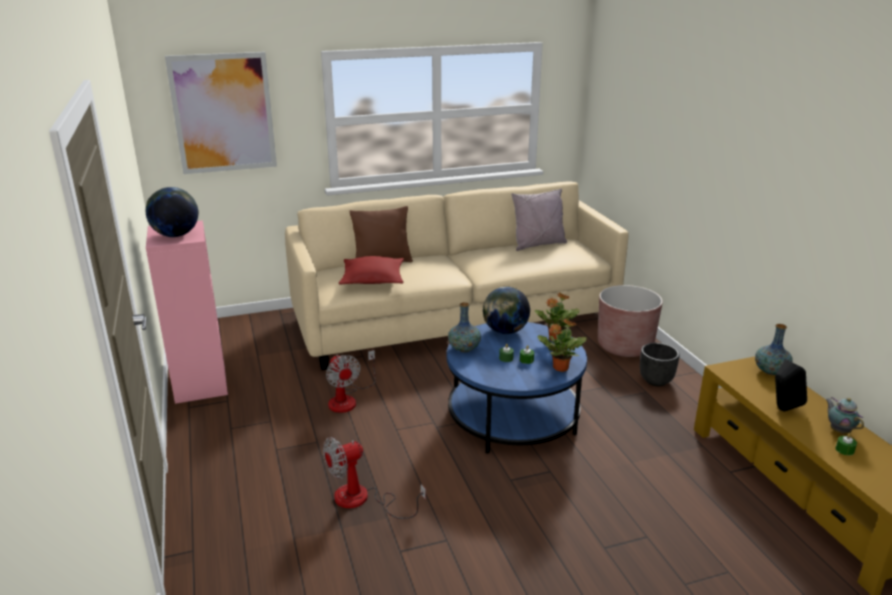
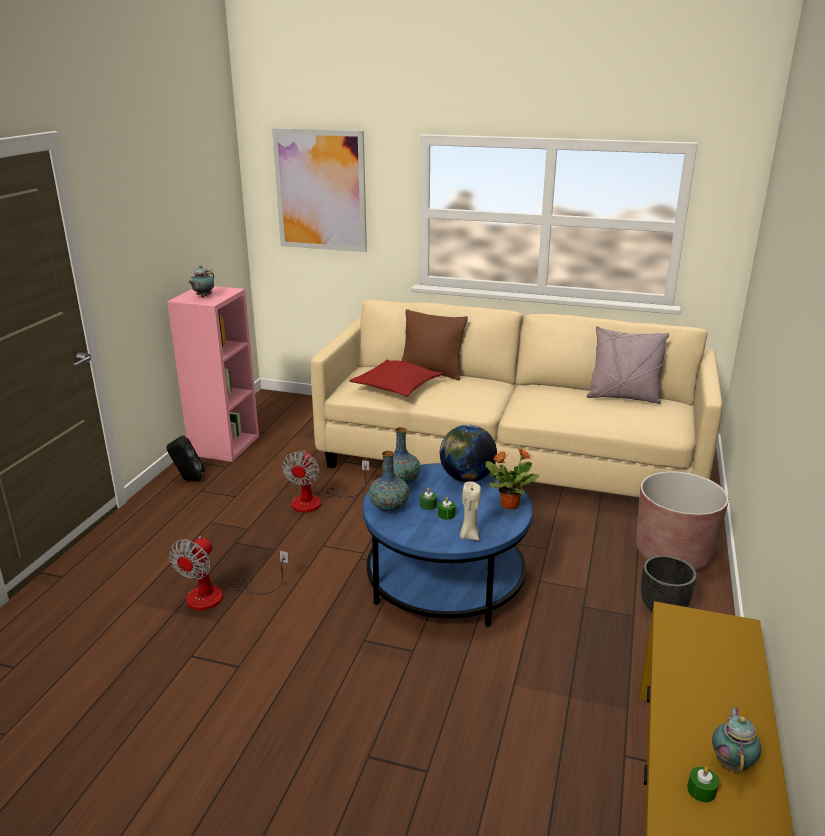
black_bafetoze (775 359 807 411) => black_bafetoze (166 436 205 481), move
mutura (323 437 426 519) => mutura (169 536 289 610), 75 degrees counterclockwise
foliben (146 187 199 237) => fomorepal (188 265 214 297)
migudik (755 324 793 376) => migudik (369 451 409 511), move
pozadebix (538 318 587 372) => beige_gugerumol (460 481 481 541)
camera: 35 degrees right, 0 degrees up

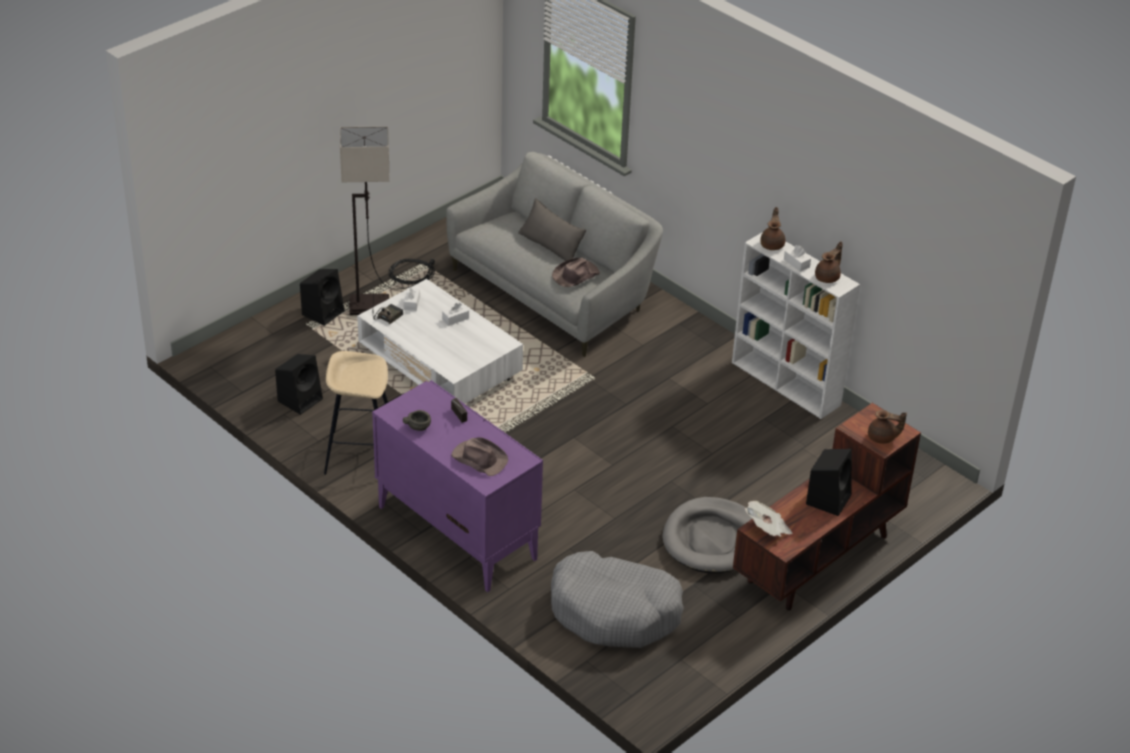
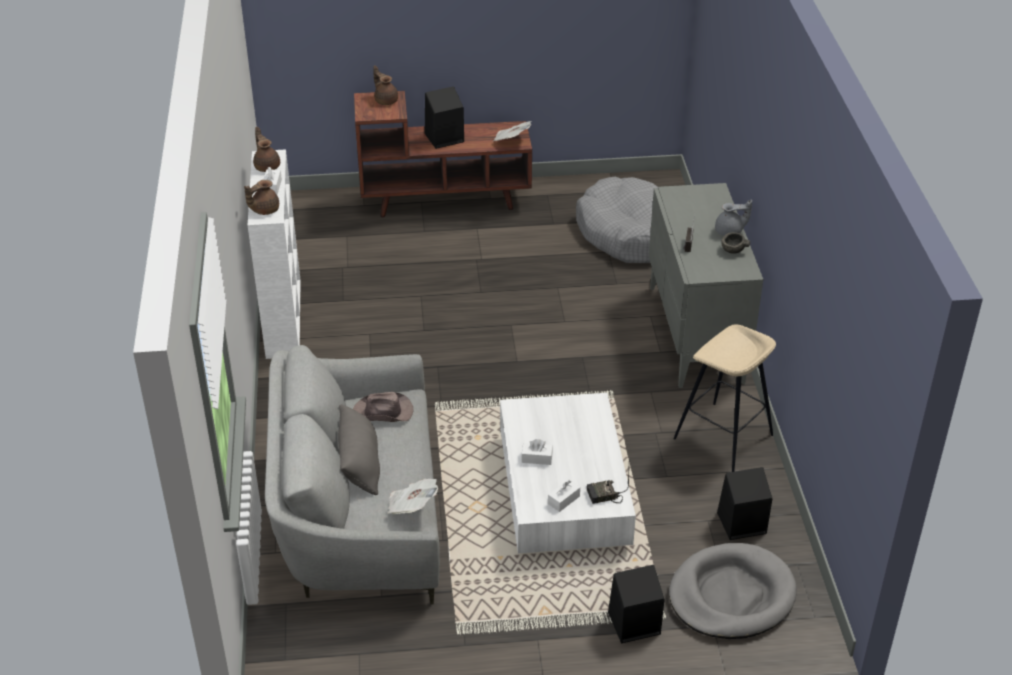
brown_fomorepal (815 242 843 283) => brown_fomorepal (253 127 280 172), 75 degrees clockwise
nothing => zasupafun (387 479 438 514)
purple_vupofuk (372 380 543 592) => grey_vupofuk (649 183 763 388)
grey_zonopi (662 497 752 573) => grey_zonopi (669 543 797 639), move
nothing => grey_fomorepal (715 199 752 236)
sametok (340 126 435 315) => nothing
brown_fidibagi (451 437 508 476) => nothing
camera: 140 degrees left, 0 degrees up

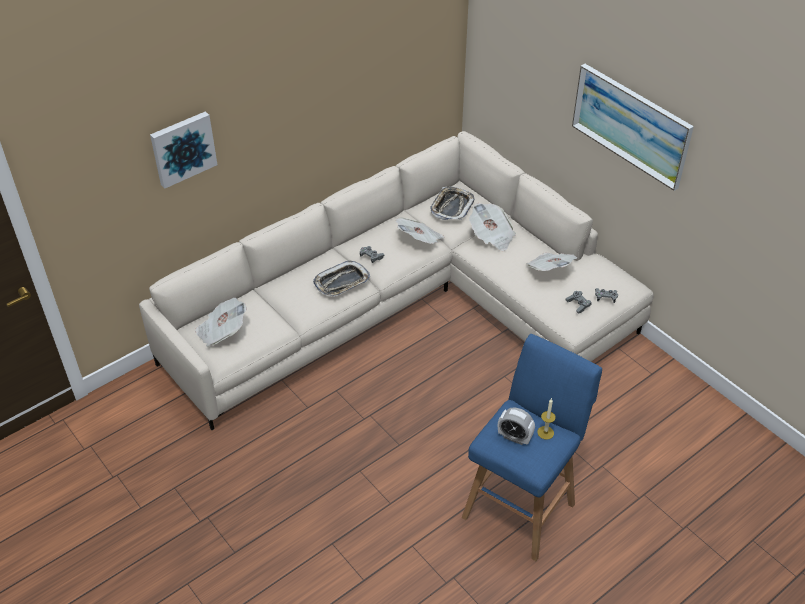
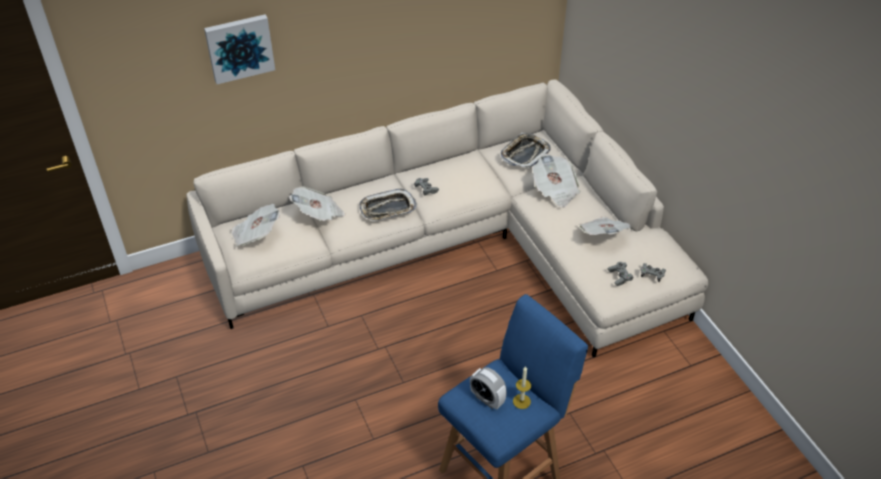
zasupafun (396 217 444 244) => zasupafun (289 186 346 221), move
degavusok (572 64 694 191) => nothing
camera: 15 degrees right, 0 degrees up

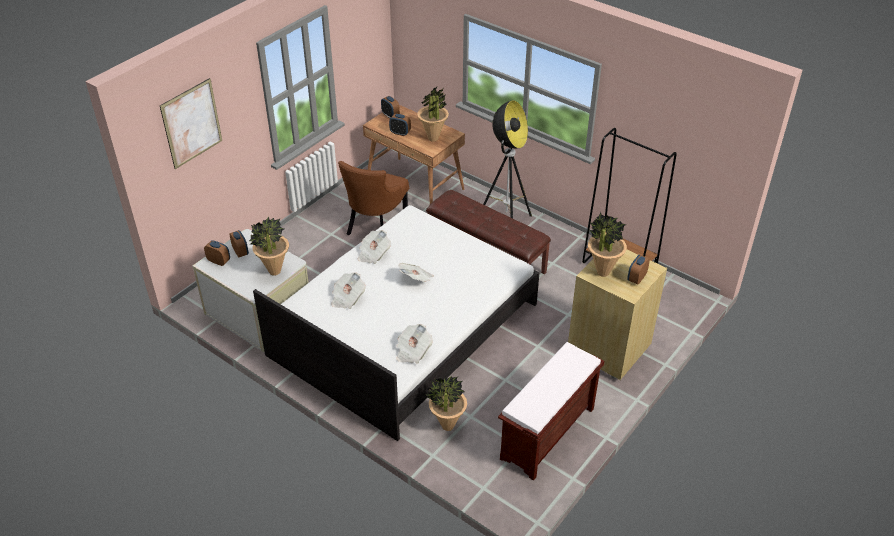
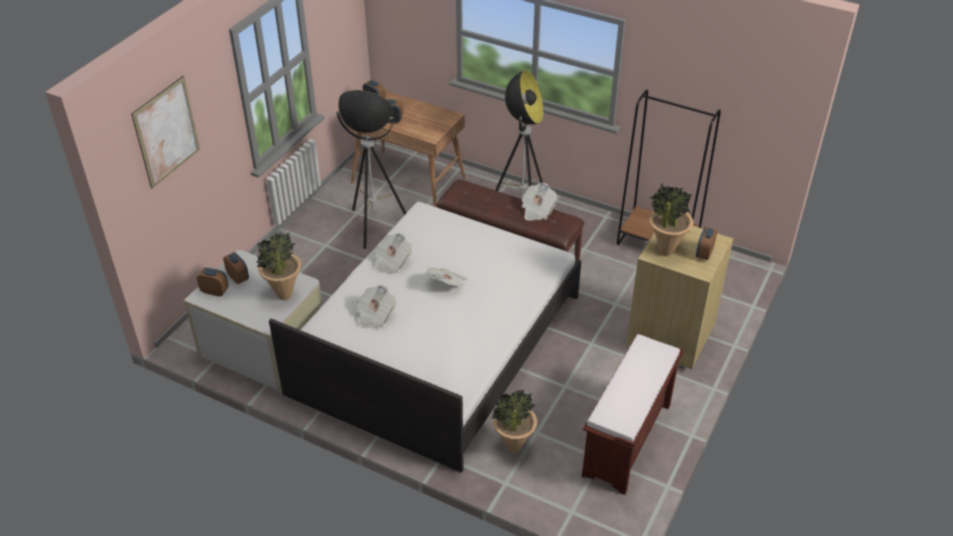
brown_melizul (338 161 409 235) => sametok (336 90 406 249)
zasupafun (397 324 433 364) => zasupafun (522 183 557 221), move
pozadebix (417 87 449 142) => nothing
camera: 10 degrees left, 0 degrees up

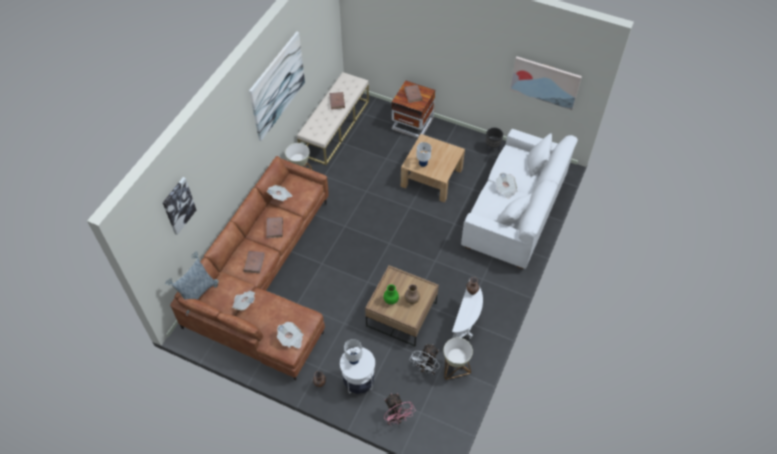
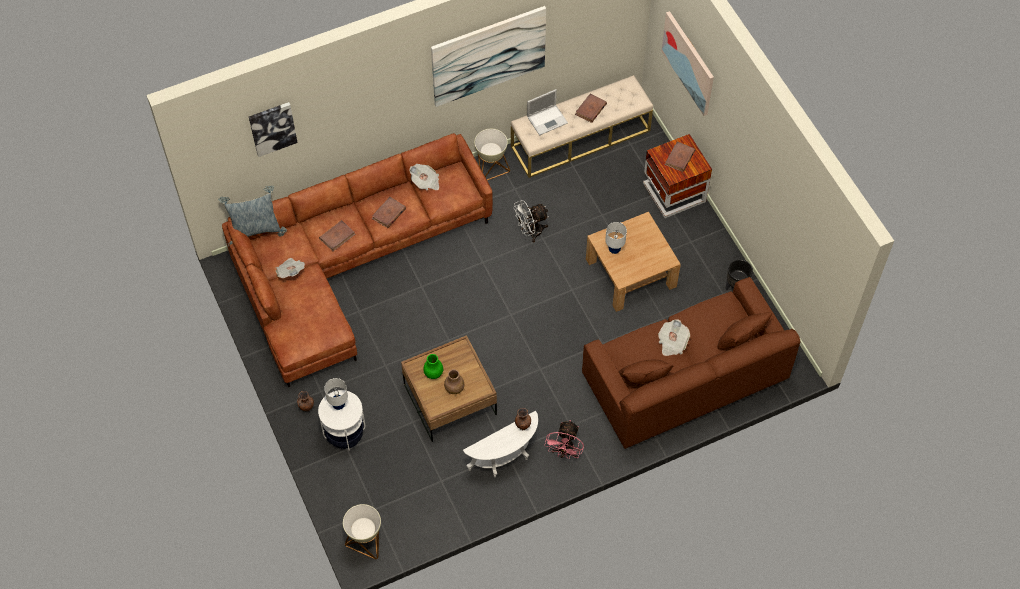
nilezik (443 337 473 380) => nilezik (343 504 381 559), move
white_mutura (409 344 440 375) => white_mutura (513 200 549 242), move
nothing => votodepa (527 89 568 136)
pink_mutura (384 394 415 426) => pink_mutura (544 420 584 459), move
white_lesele (461 129 578 269) => brown_lesele (582 277 800 449)
degavusok (510 56 582 110) => degavusok (661 11 714 116), move
zasupafun (277 322 304 349) => nothing
camera: 40 degrees right, 5 degrees up

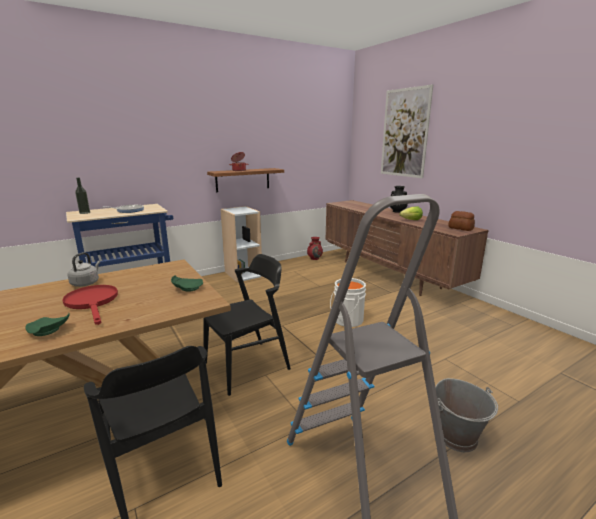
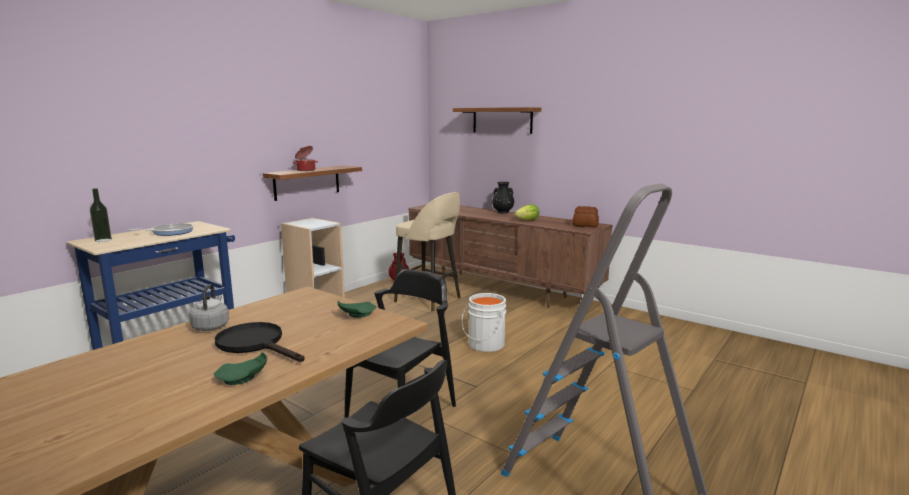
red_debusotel (62 285 118 325) => black_debusotel (215 322 305 362)
nothing => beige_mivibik (394 192 461 312)
degavusok (381 84 433 178) => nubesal (453 107 541 134)
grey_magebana (435 378 498 452) => nothing
camera: 20 degrees left, 5 degrees down

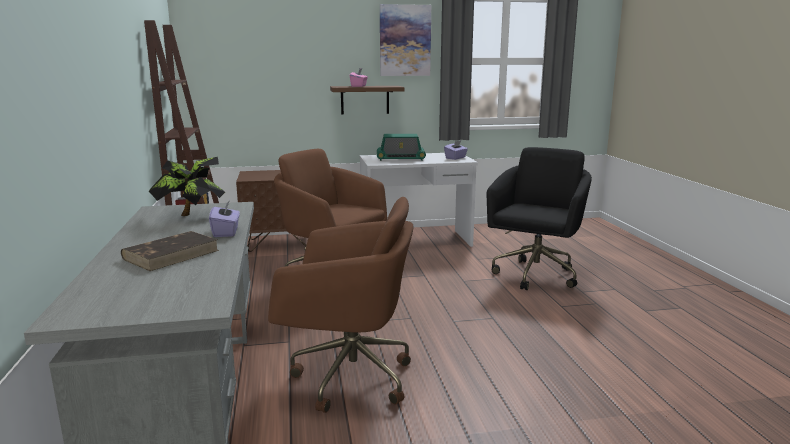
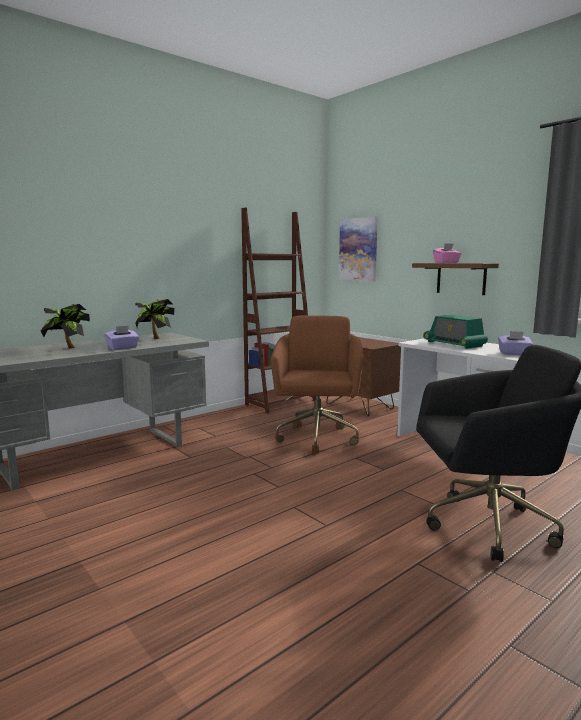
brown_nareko (121 231 219 271) => pozadebix (41 304 90 348)
degavusok (380 4 431 76) => degavusok (339 216 378 282), move
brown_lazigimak (268 197 413 413) => nothing
camera: 60 degrees right, 5 degrees down

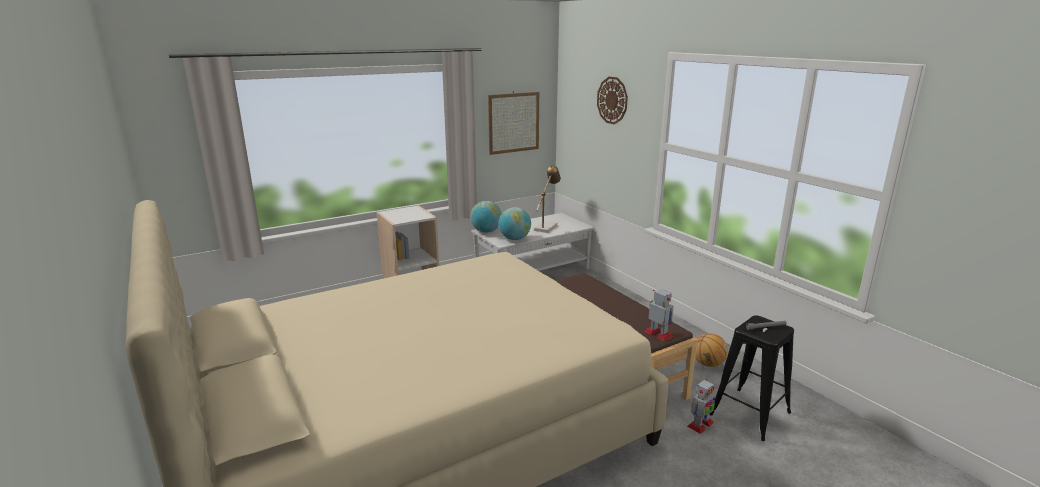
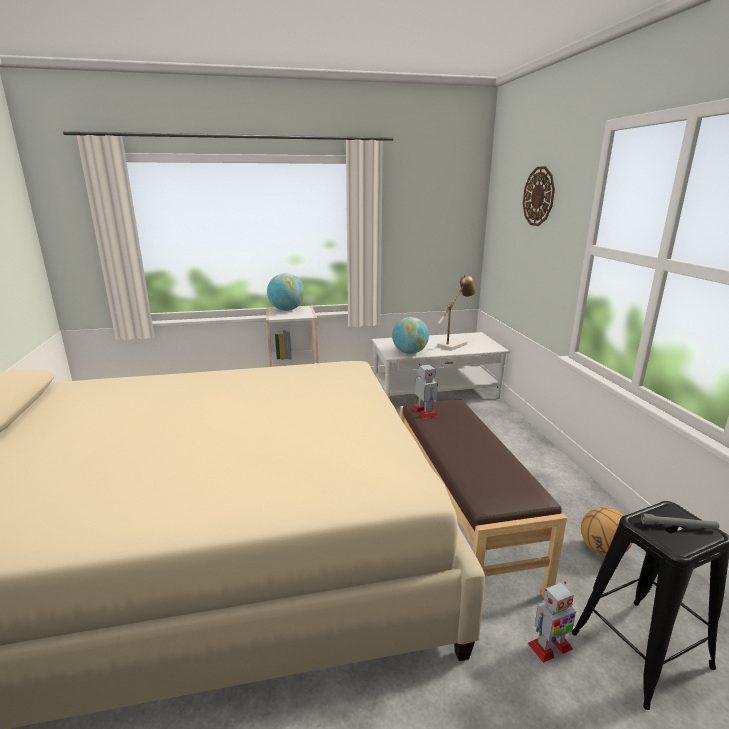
foliben (470 201 502 233) => foliben (267 273 305 311), move
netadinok (644 289 674 341) => netadinok (413 364 438 419), move
degavusok (488 91 539 155) => nothing
camera: 20 degrees right, 0 degrees up

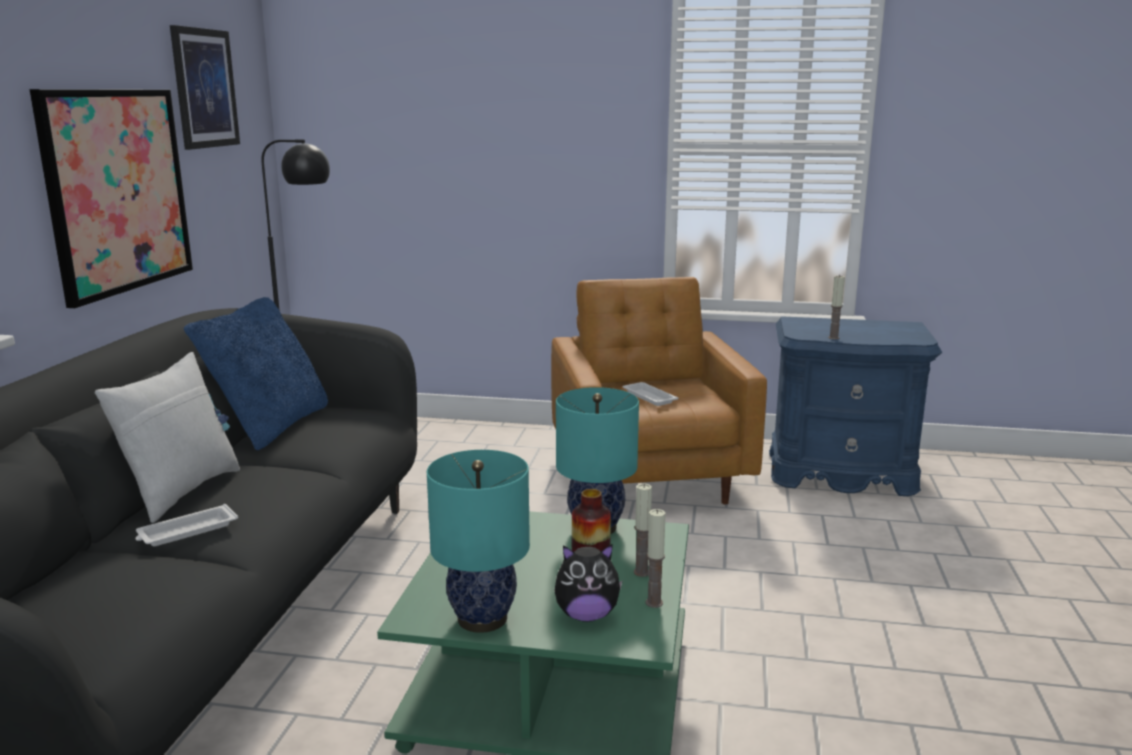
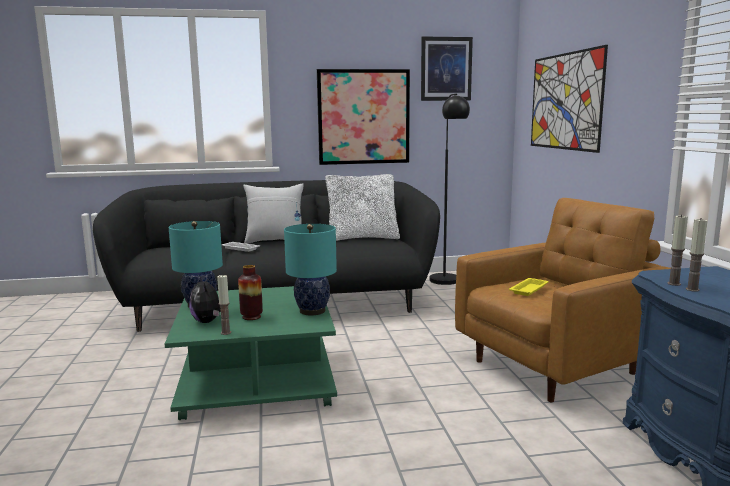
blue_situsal (183 297 328 450) => white_situsal (325 174 400 241)
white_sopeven (622 382 679 406) => yellow_sopeven (509 278 549 296)
nothing => degavusok (531 45 608 153)
gugerumol (634 484 652 577) => gugerumol (686 219 708 292), move
camera: 70 degrees right, 5 degrees down

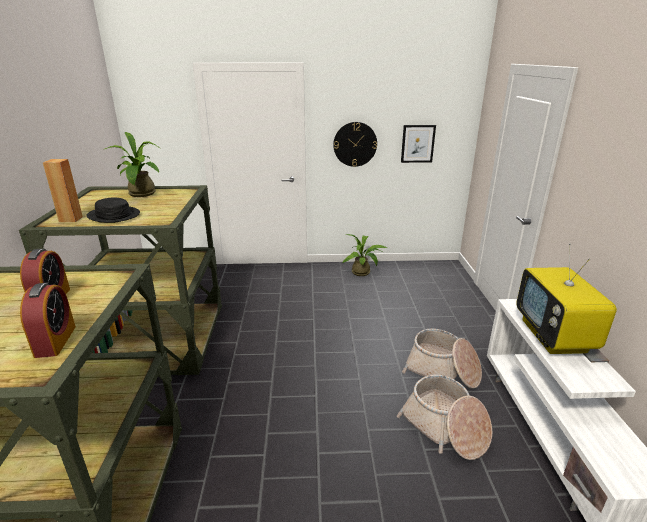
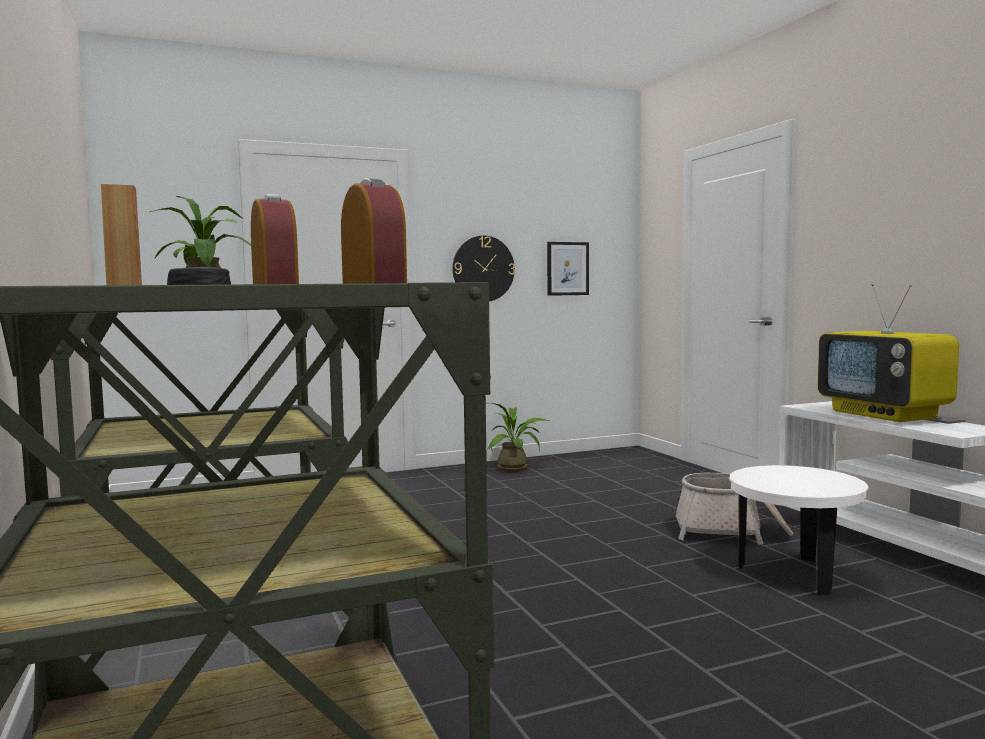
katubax (397 375 492 460) => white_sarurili (730 465 869 596)
camera: 20 degrees left, 20 degrees down

